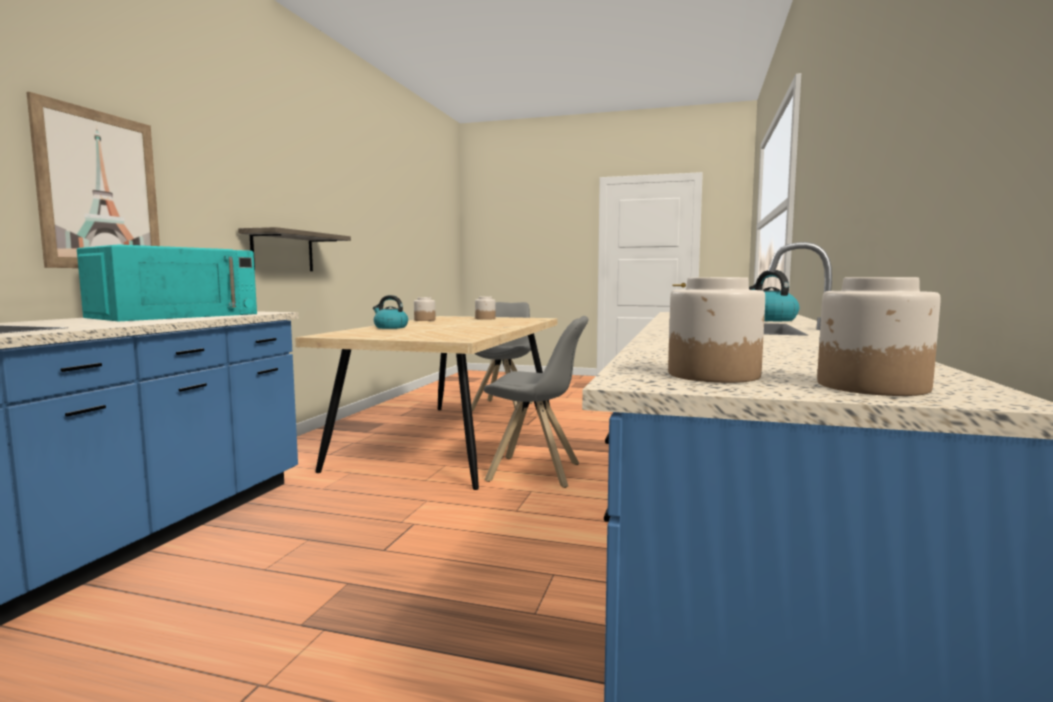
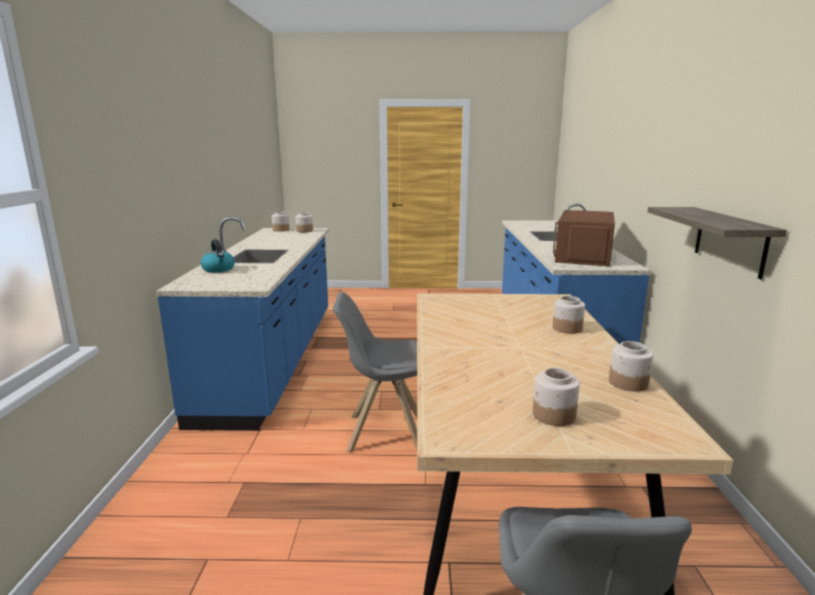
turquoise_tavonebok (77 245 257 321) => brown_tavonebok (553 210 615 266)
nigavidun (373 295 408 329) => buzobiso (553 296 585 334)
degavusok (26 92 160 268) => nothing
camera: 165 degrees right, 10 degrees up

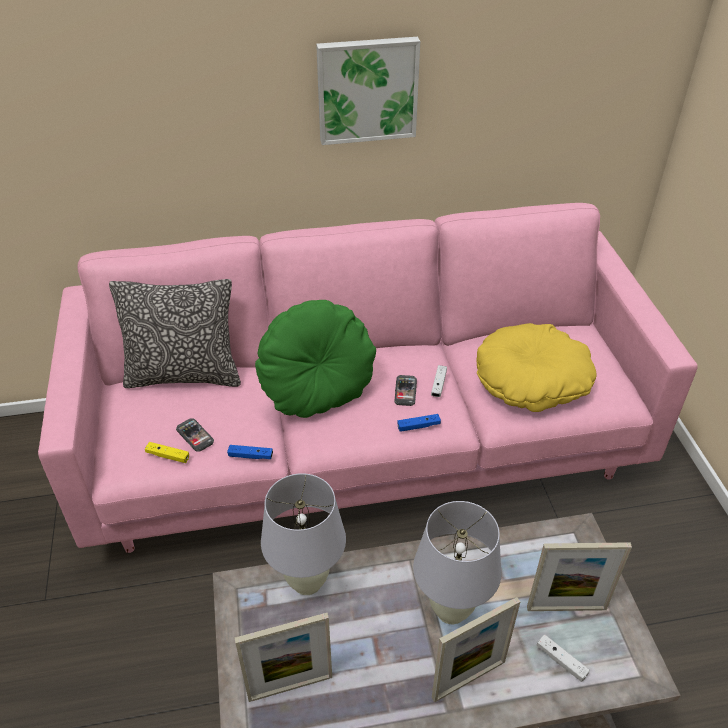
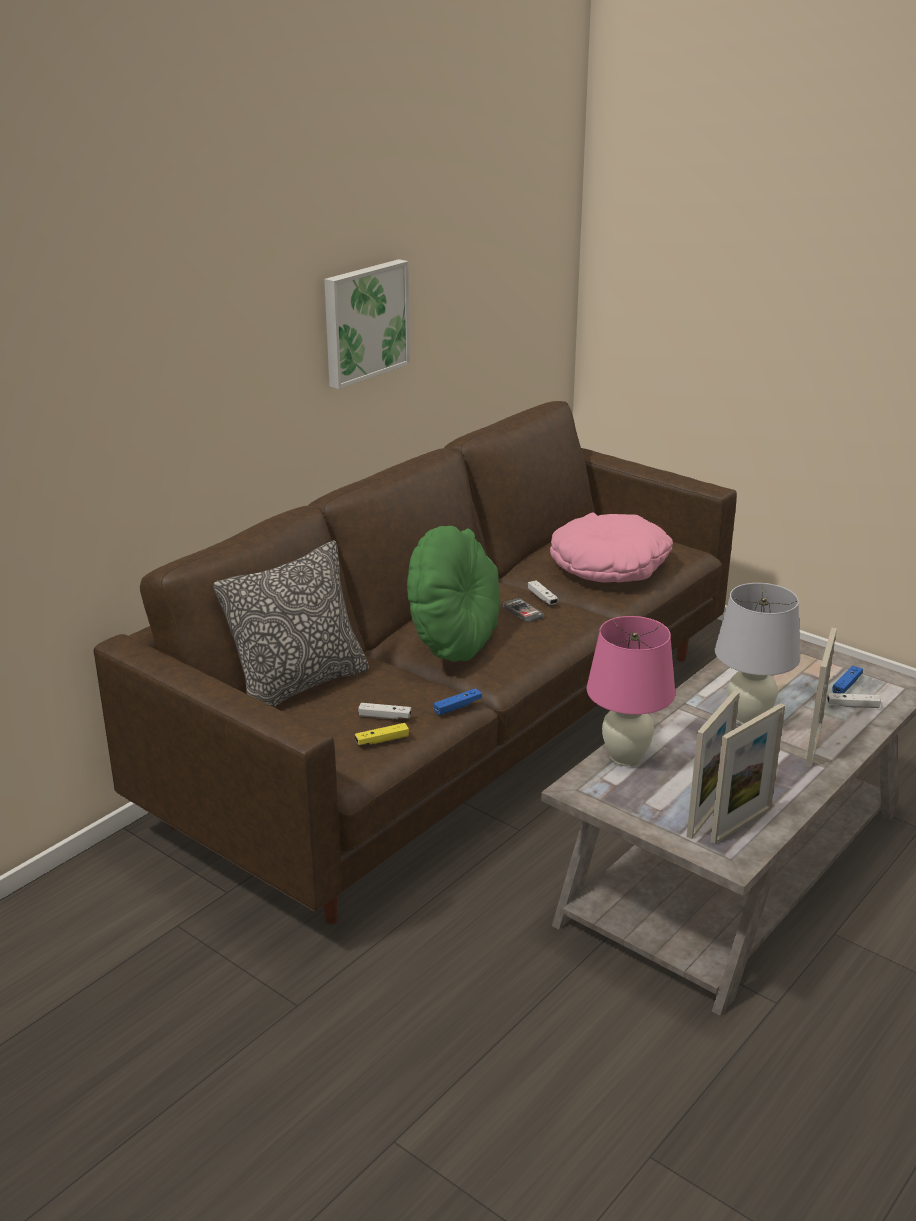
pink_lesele (38 203 698 553) => brown_lesele (94 401 737 924)
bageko (176 418 214 452) => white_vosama (358 703 411 719)
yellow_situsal (476 323 596 412) => pink_situsal (550 512 673 582)
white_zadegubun (261 473 346 595) => pink_zadegubun (587 616 675 766)
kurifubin (527 542 632 611) => kurifubin (710 703 785 844), move
blue_vosama (397 414 441 432) => blue_vosama (832 666 863 694), move
camera: 40 degrees left, 15 degrees down

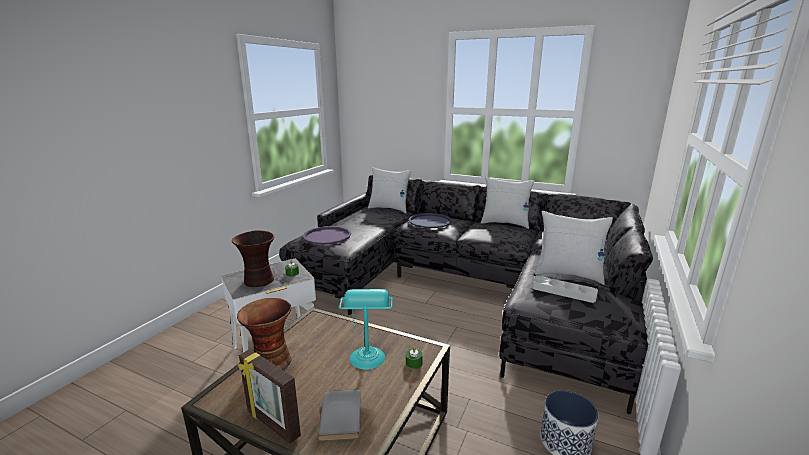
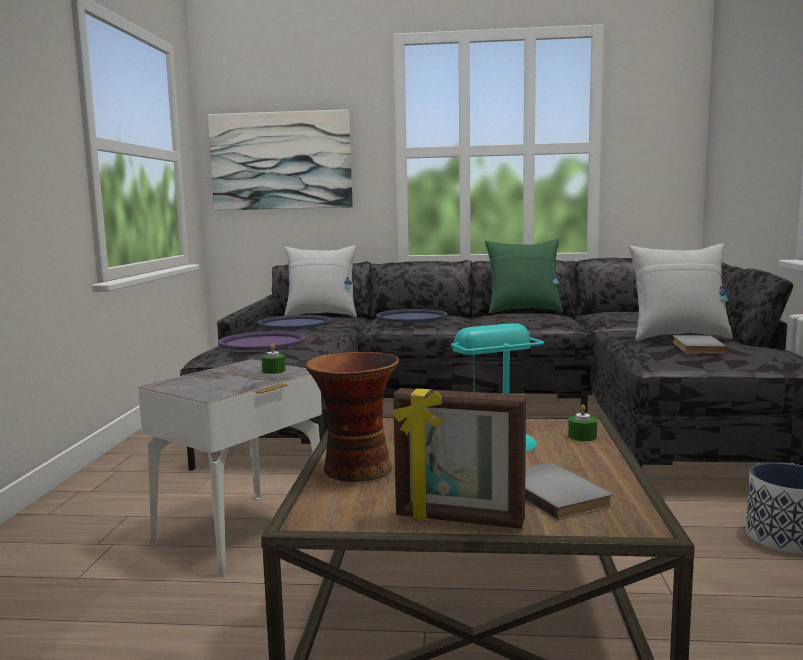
nothing => degavusok (208 109 353 210)
nothing => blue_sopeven (257 315 332 329)
grey_situsal (481 177 534 229) => green_situsal (485 239 563 314)
grey_sopeven (532 276 598 303) => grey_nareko (673 335 728 354)
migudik (232 230 275 287) => nothing
camera: 20 degrees left, 10 degrees down

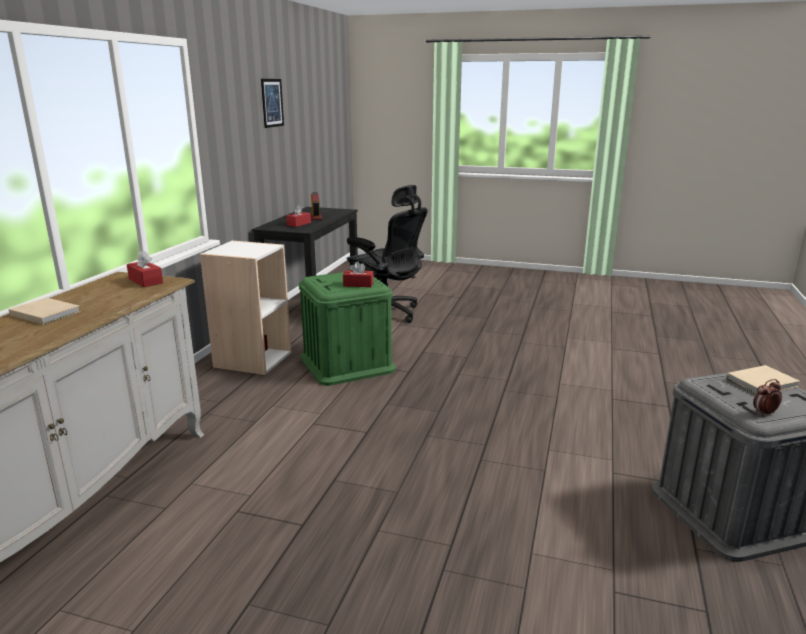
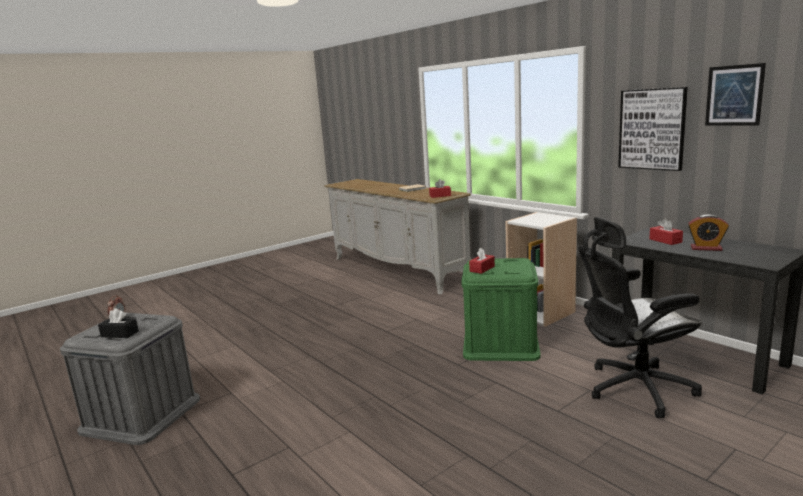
beige_nareko (726 365 800 394) => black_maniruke (98 309 139 338)
nothing => degavusok (618 87 688 171)
camera: 125 degrees right, 5 degrees down

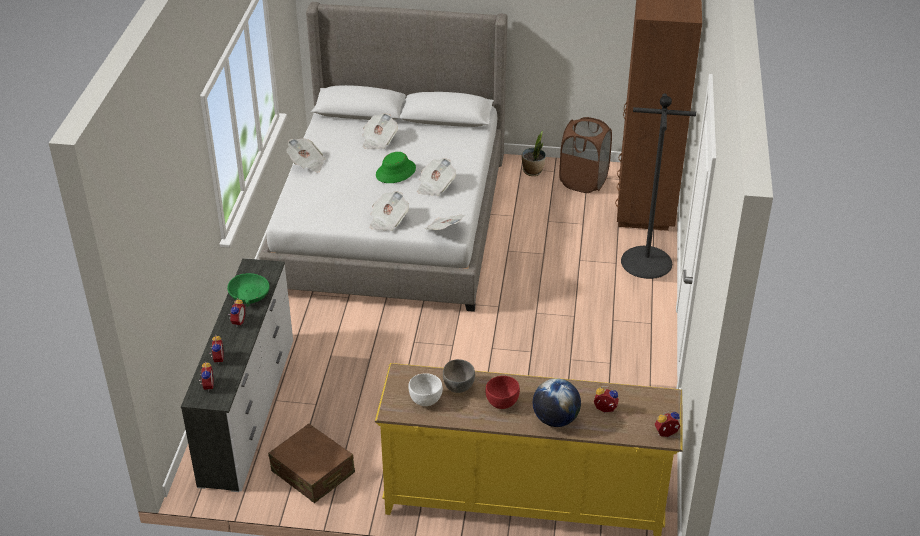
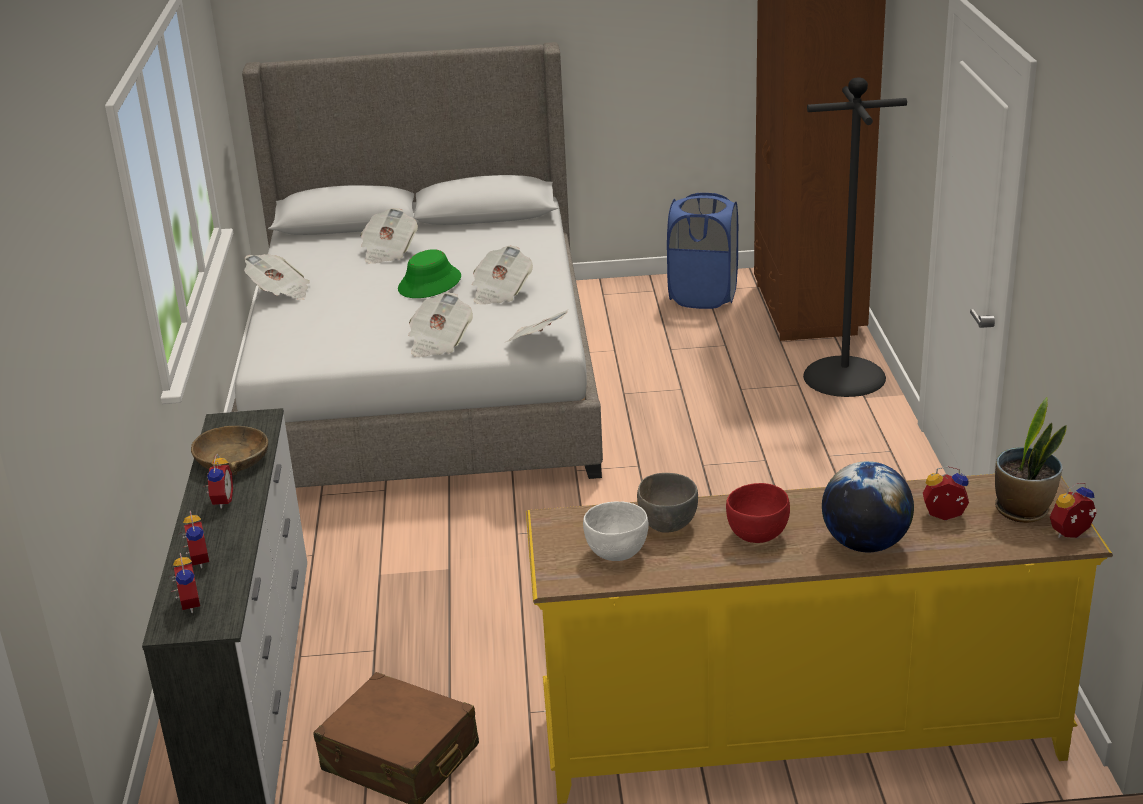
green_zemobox (227 273 270 306) => brown_zemobox (191 426 268 475)
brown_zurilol (559 117 612 193) => blue_zurilol (667 193 738 309)
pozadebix (522 131 546 176) => pozadebix (995 397 1067 523), move
camera: 10 degrees left, 10 degrees down

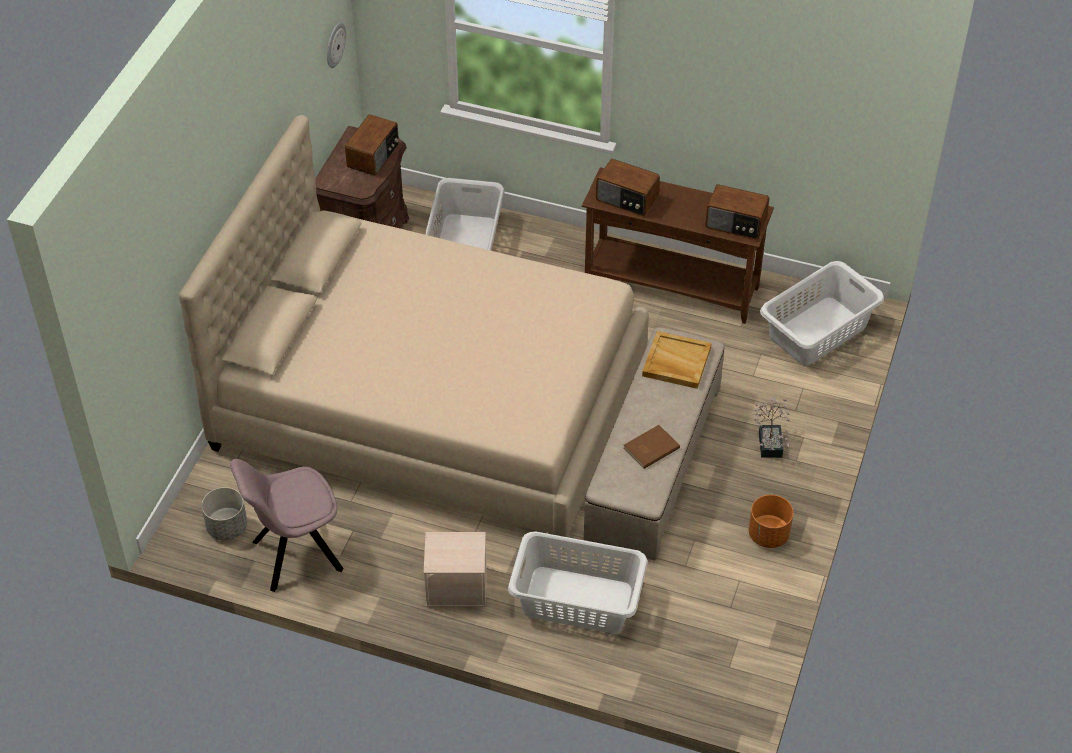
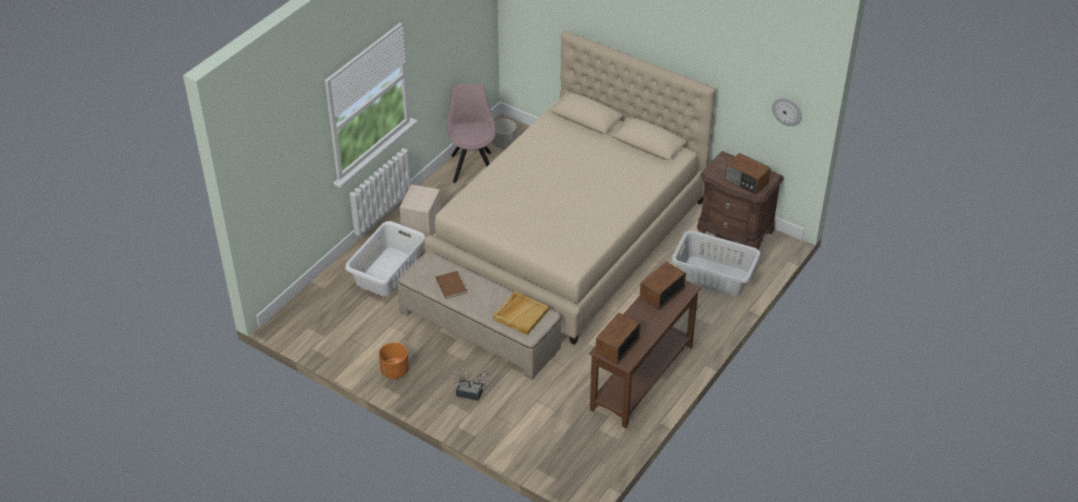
white_zurilol (760 261 884 365) => nothing
camera: 105 degrees right, 5 degrees down

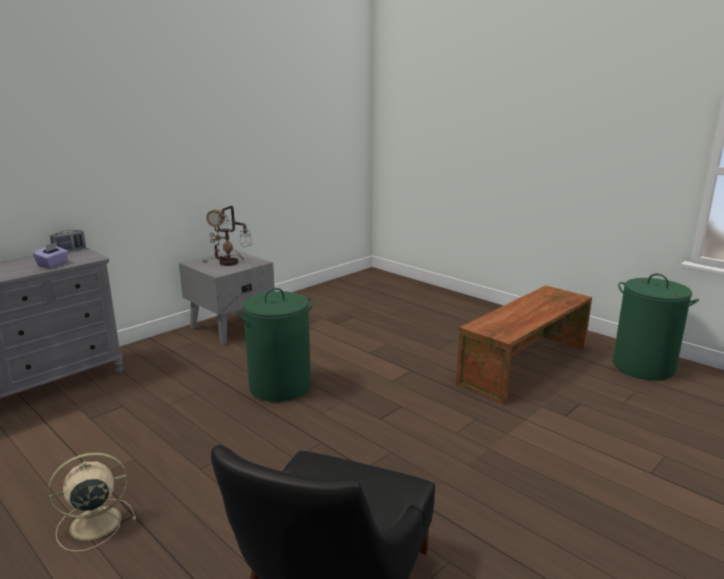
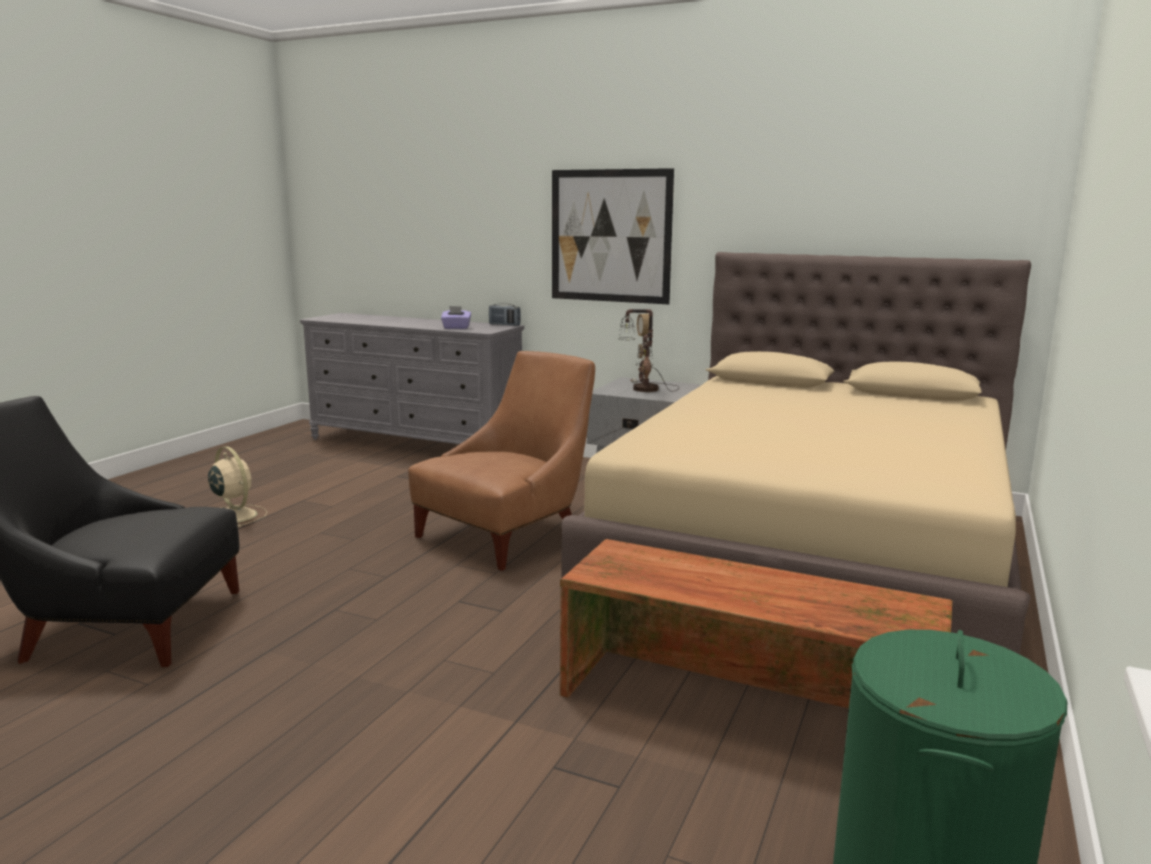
green_zurilol (236 288 314 402) => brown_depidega (408 351 595 571)
nothing => degavusok (552 168 674 304)
nothing => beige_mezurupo (561 252 1031 655)
camera: 70 degrees right, 5 degrees down

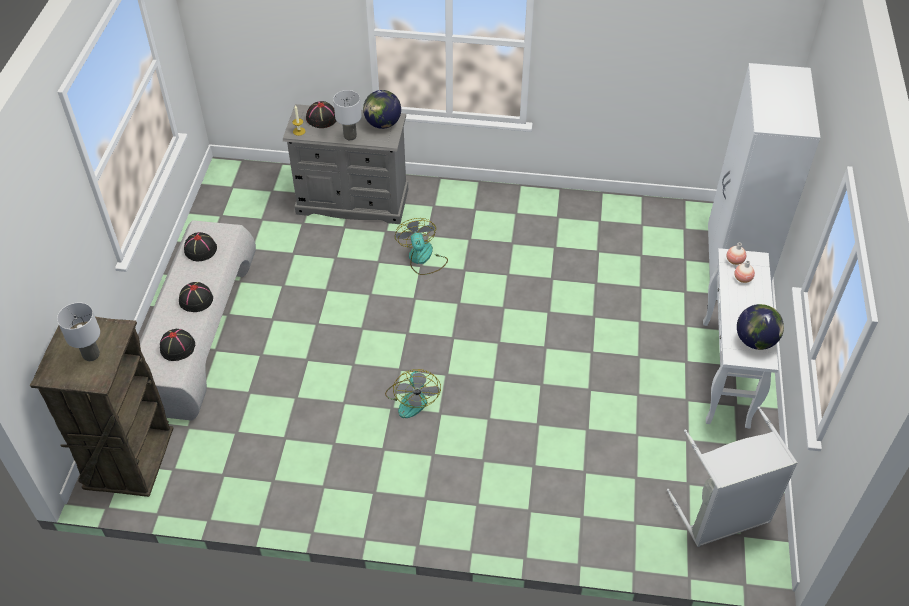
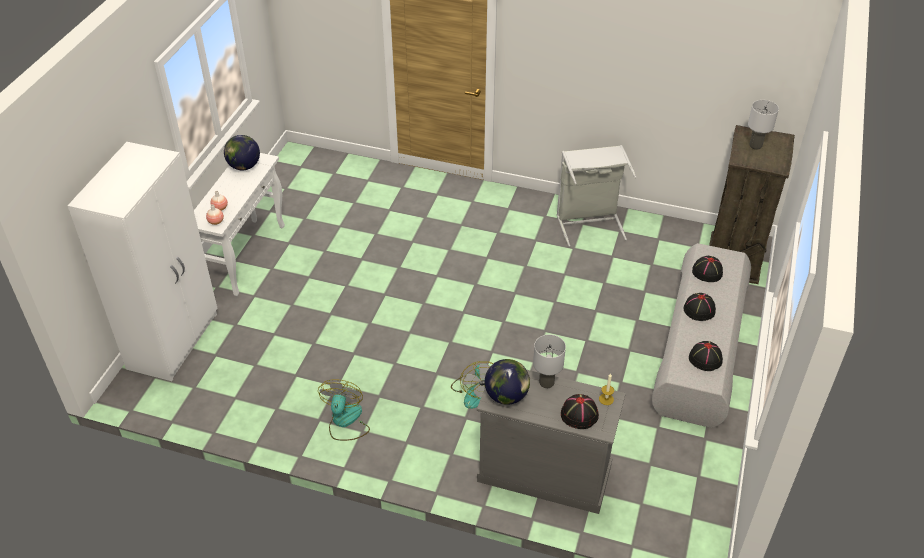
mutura (385 369 441 418) => mutura (318 379 370 441), move
grey_zurilol (667 407 798 547) => grey_zurilol (557 145 636 247), move
camera: 170 degrees left, 5 degrees down

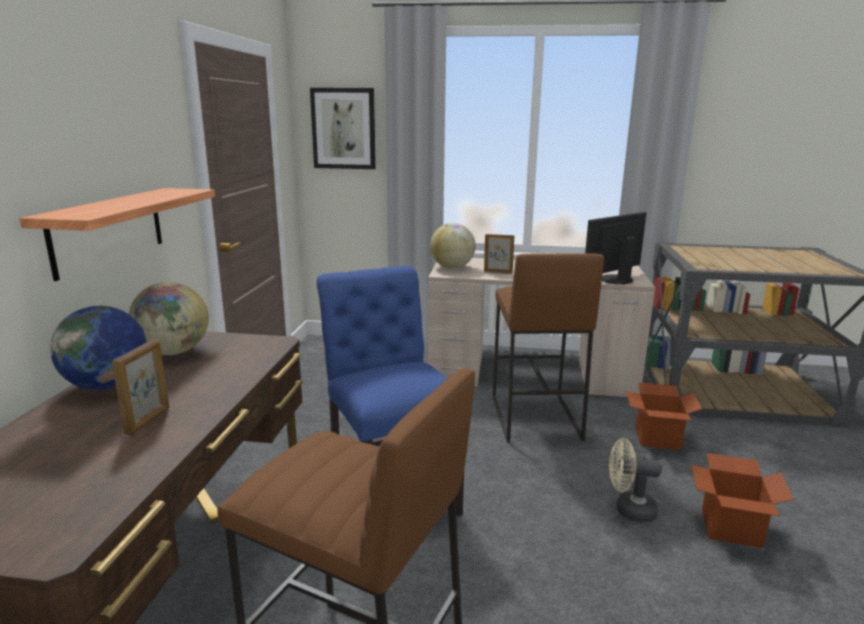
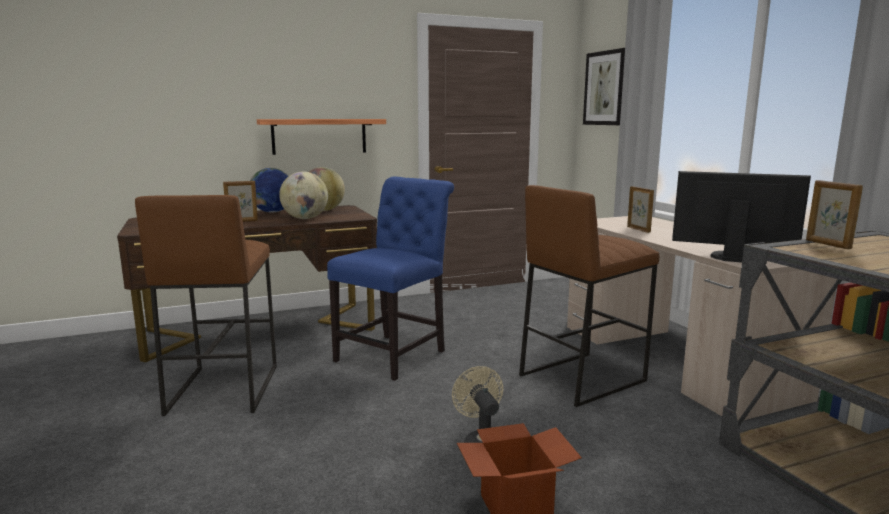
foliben (430 223 476 269) => foliben (279 171 328 219), move
nothing => kurifubin (806 180 863 249)
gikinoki (626 383 702 450) => nothing
camera: 60 degrees right, 5 degrees down

